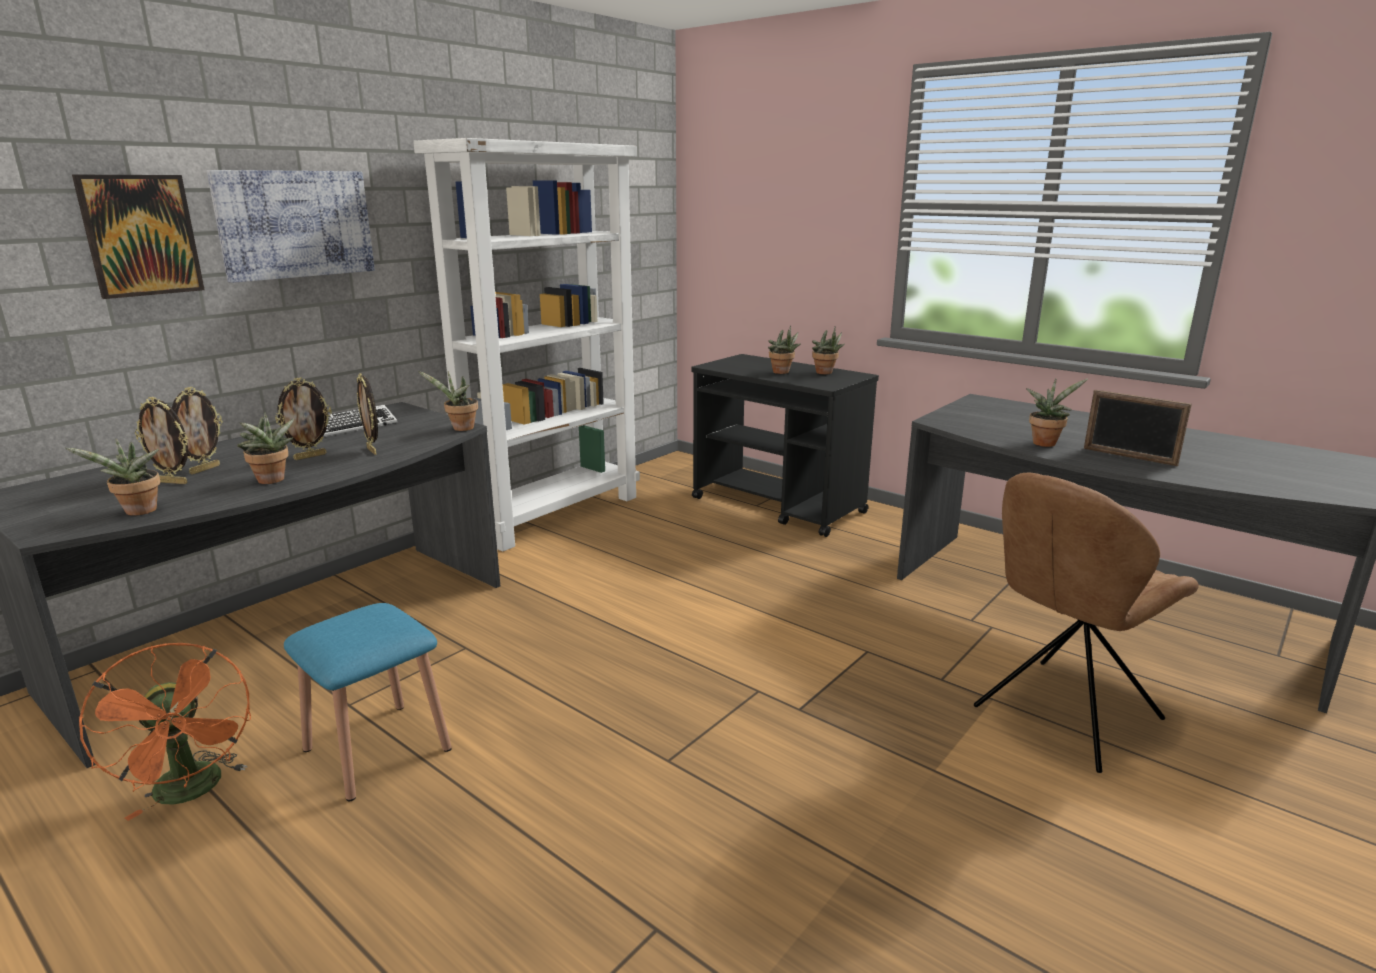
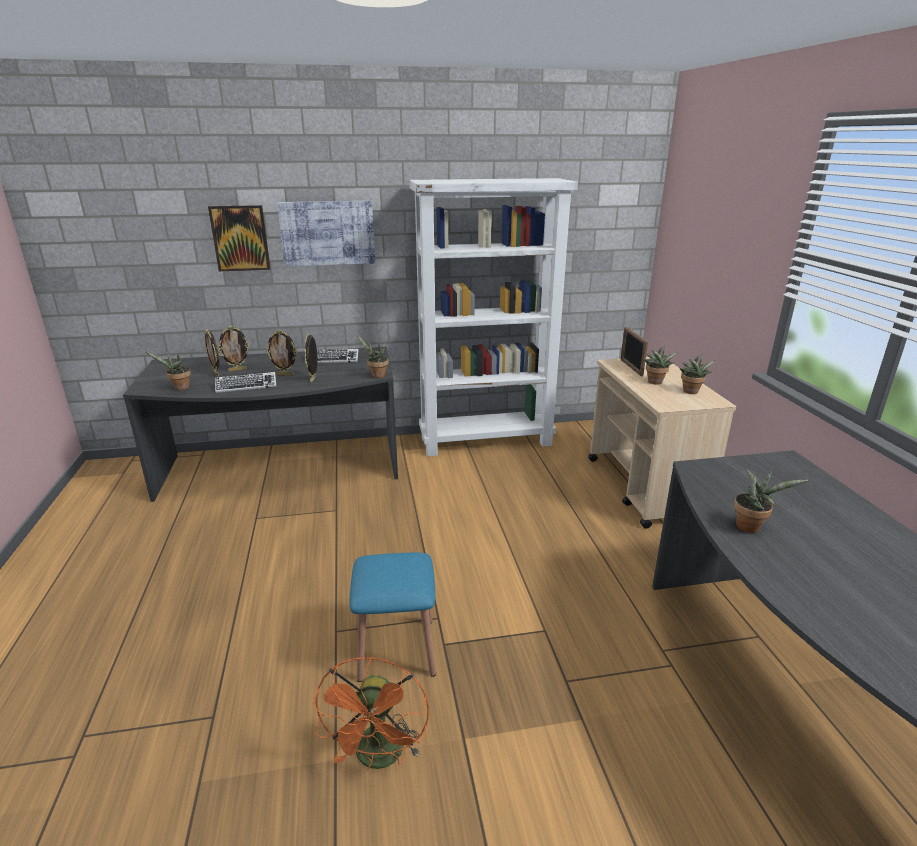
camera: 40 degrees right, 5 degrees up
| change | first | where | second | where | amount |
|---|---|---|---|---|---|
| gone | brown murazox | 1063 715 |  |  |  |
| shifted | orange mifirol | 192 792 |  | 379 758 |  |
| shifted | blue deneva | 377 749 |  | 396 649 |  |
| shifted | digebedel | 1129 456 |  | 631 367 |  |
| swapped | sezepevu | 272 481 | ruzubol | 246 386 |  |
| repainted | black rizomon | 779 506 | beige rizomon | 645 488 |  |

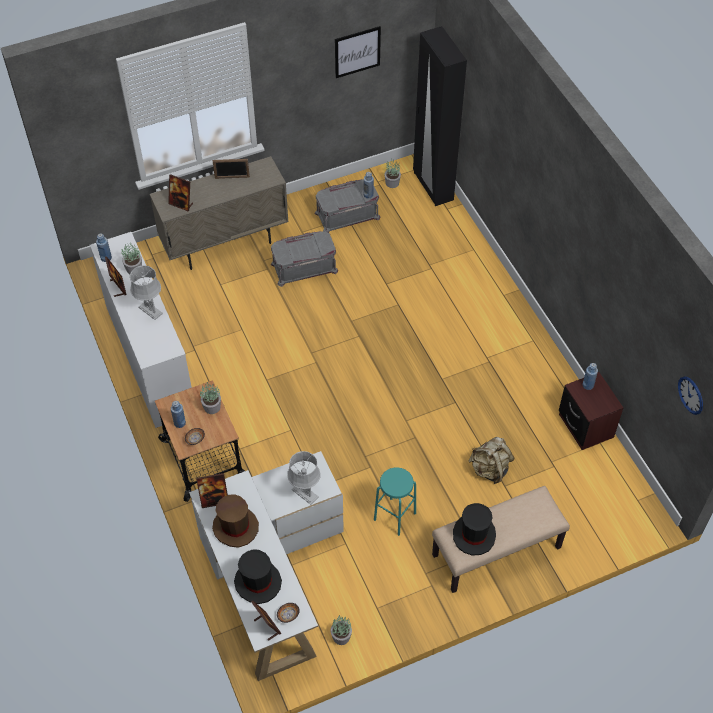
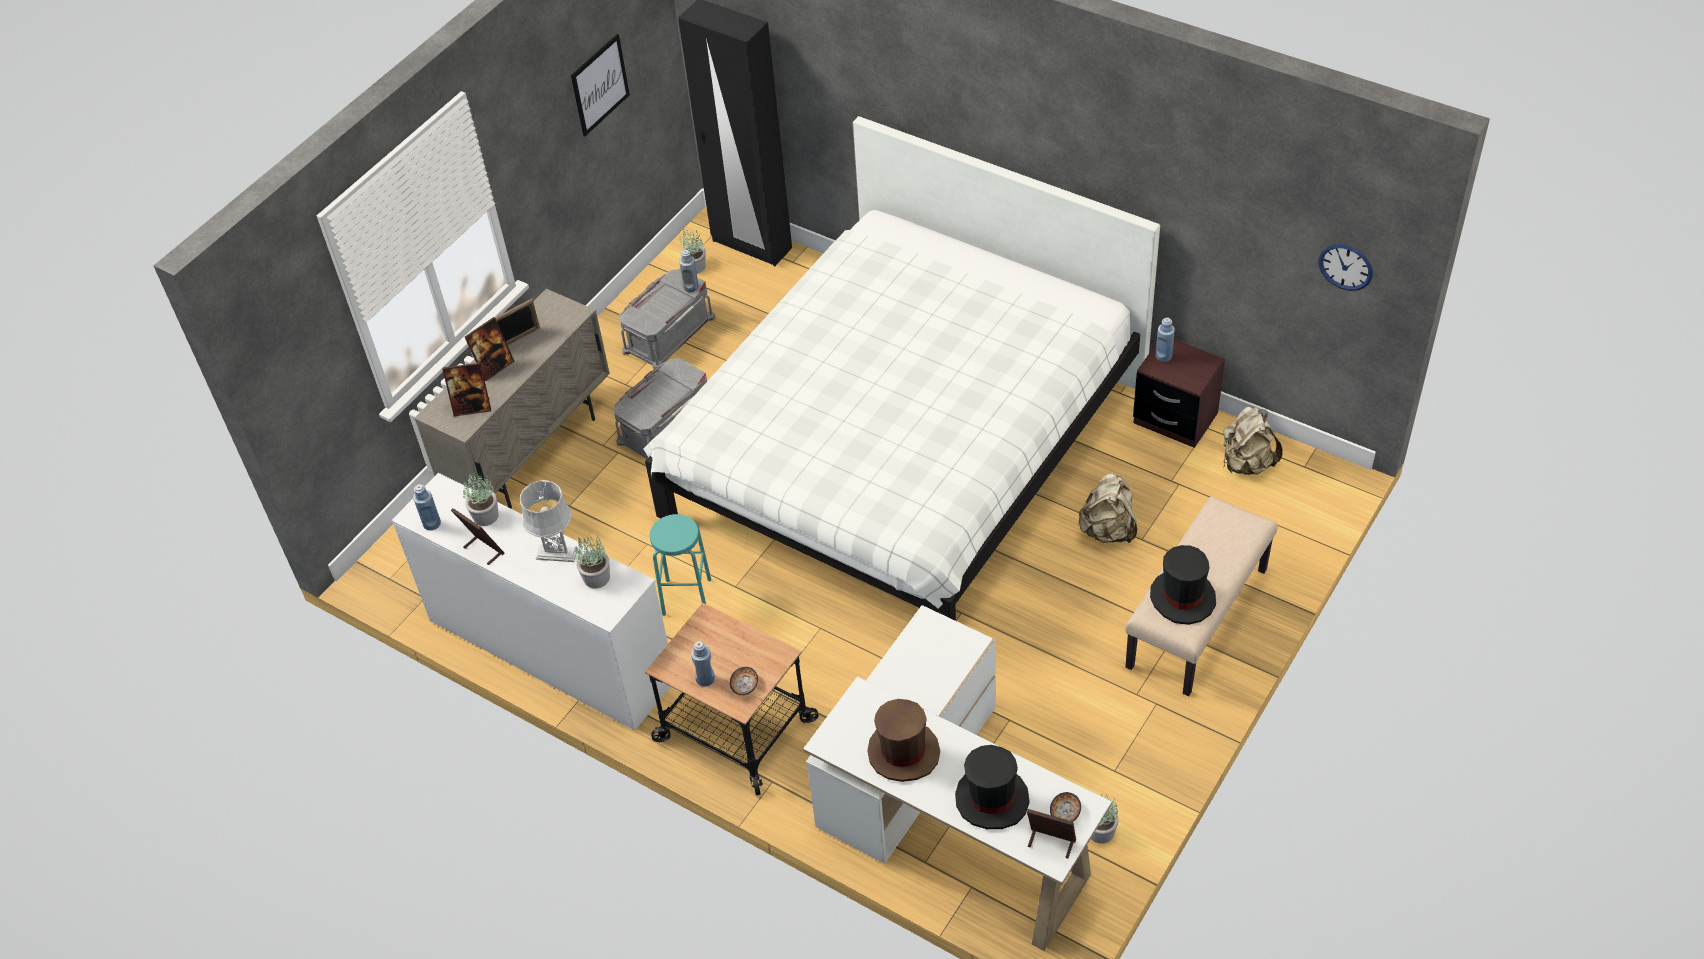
camera: 30 degrees left, 5 degrees down
| change | first | where | second | where | amount |
|---|---|---|---|---|---|
| gone | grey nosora | 305 493 |  |  |  |
| new |  |  | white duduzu | 903 451 |  |
| new |  |  | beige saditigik | 1246 463 |  |
| shifted | digebedel | 214 500 |  | 494 367 |  |
| shifted | sezepevu | 212 407 |  | 597 577 |  |
| shifted | turquoise deneva | 395 516 |  | 687 597 |  |

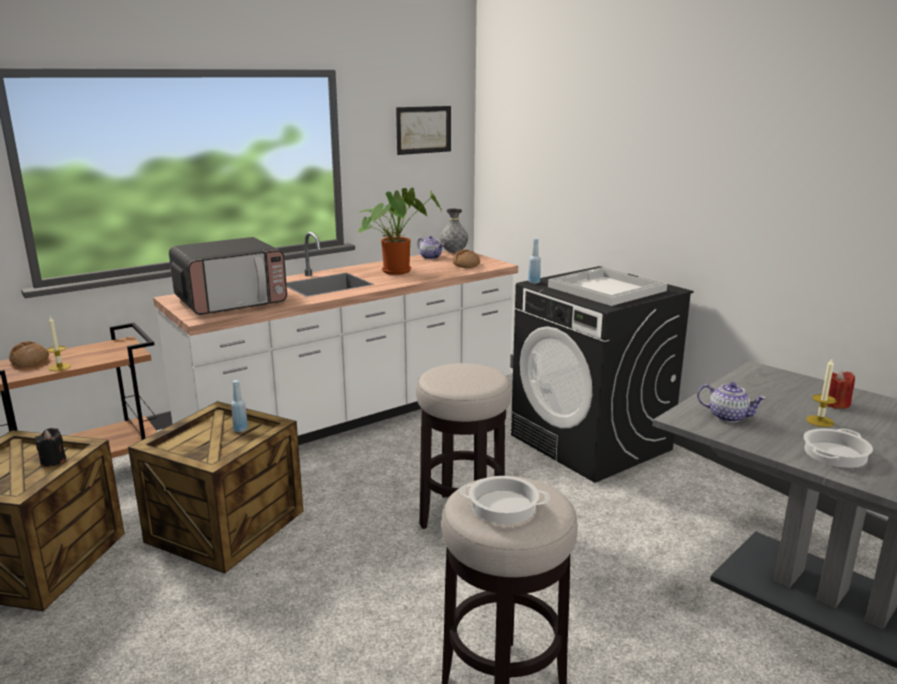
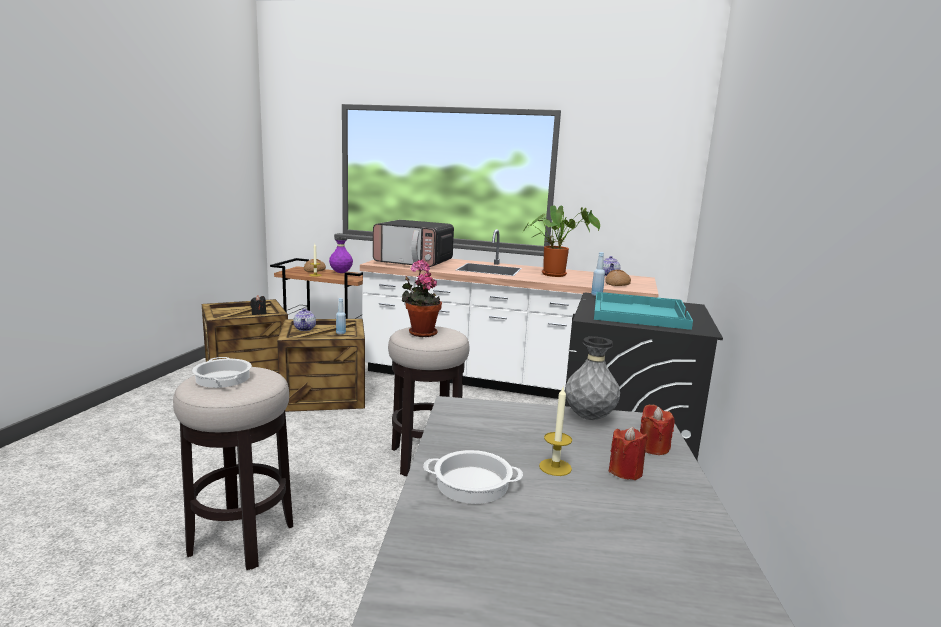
camera: 50 degrees right, 5 degrees down
| change | first | where | second | where | amount |
|---|---|---|---|---|---|
| gone | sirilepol | 423 130 |  |  |  |
| new |  |  | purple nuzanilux | 341 273 |  |
| new |  |  | sezepevu | 420 333 |  |
| new |  |  | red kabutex | 653 447 |  |
| shifted | grey nuzanilux | 454 252 |  | 589 418 |  |
| shifted | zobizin | 728 416 |  | 305 329 |  |
| repainted | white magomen | 605 289 | turquoise magomen | 638 313 |  |

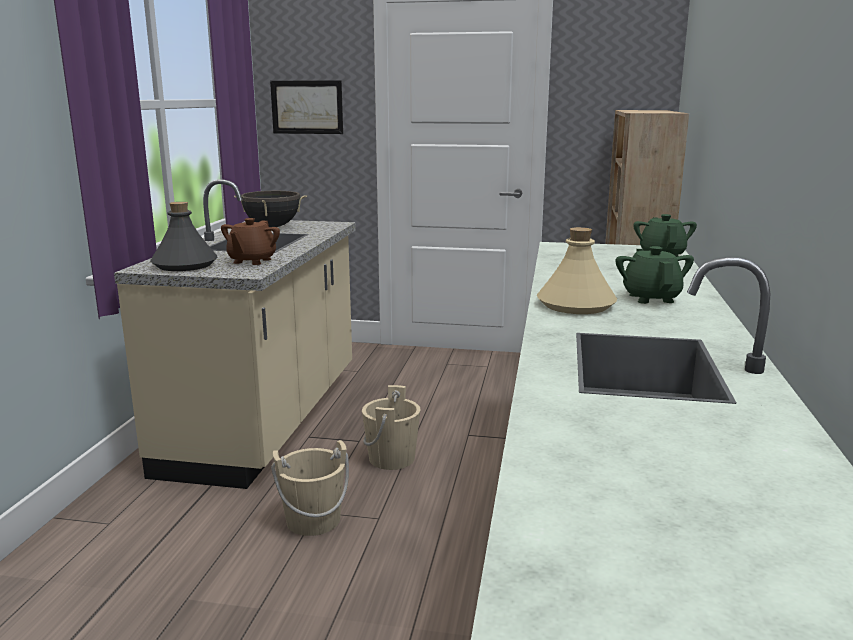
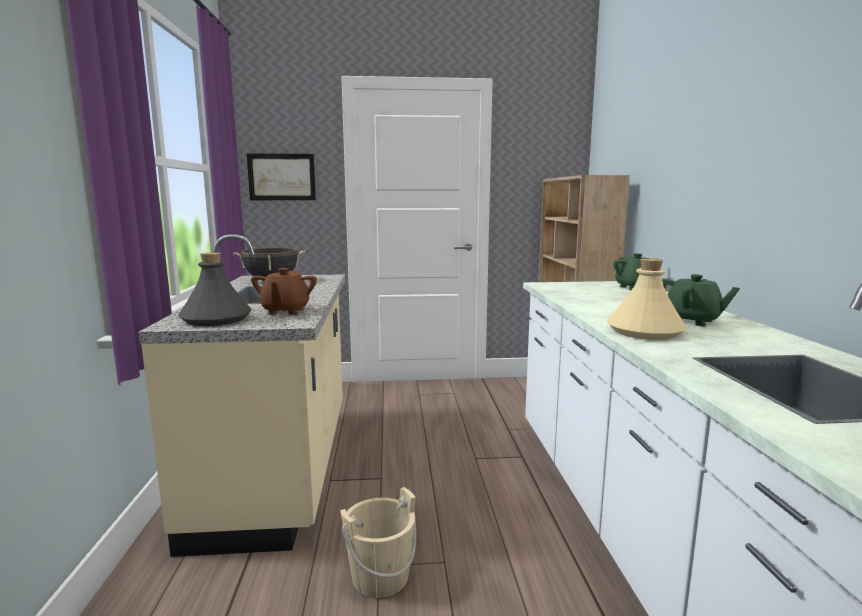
camera: 15 degrees left, 5 degrees down
| change | first | where | second | where | amount |
|---|---|---|---|---|---|
| gone | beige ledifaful | 392 458 |  |  |  |
| rotated | green zobizin | 651 298 |  | 692 321 | 150 degrees clockwise |

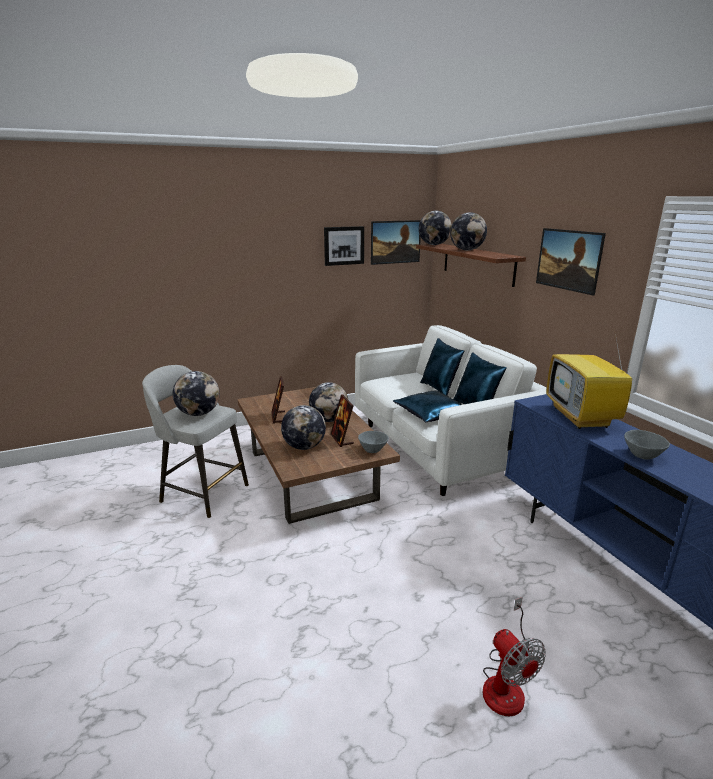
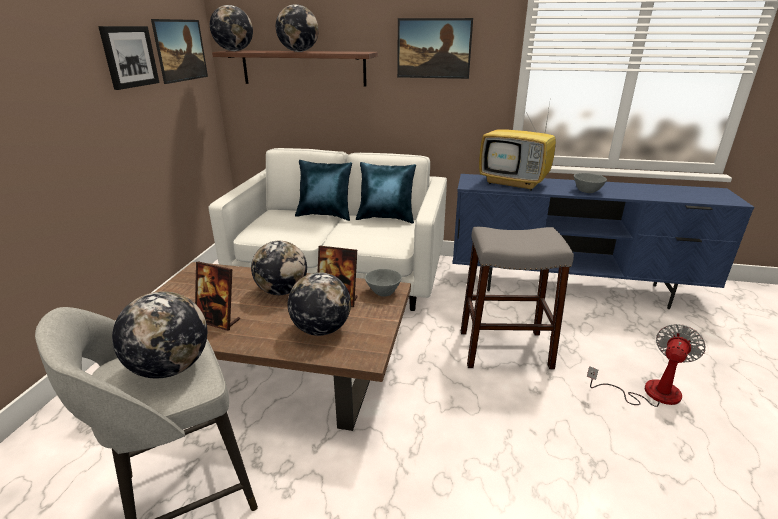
camera: 55 degrees left, 5 degrees up
| change | first | where | second | where | amount |
|---|---|---|---|---|---|
| gone | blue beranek | 431 414 |  |  |  |
| new |  |  | grey deneva | 504 349 |  |
| rotated | mifirol | 506 683 |  | 649 392 | 60 degrees counterclockwise |

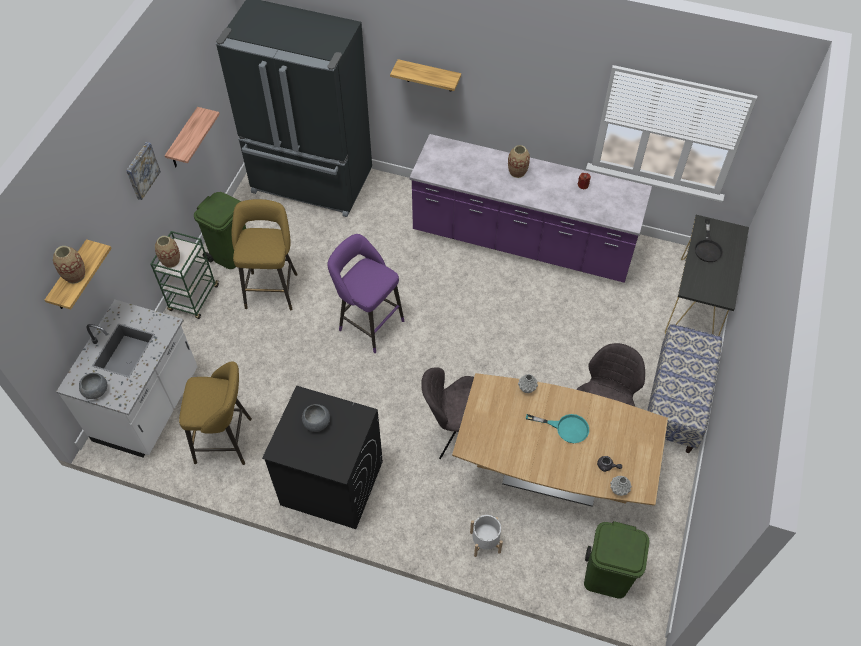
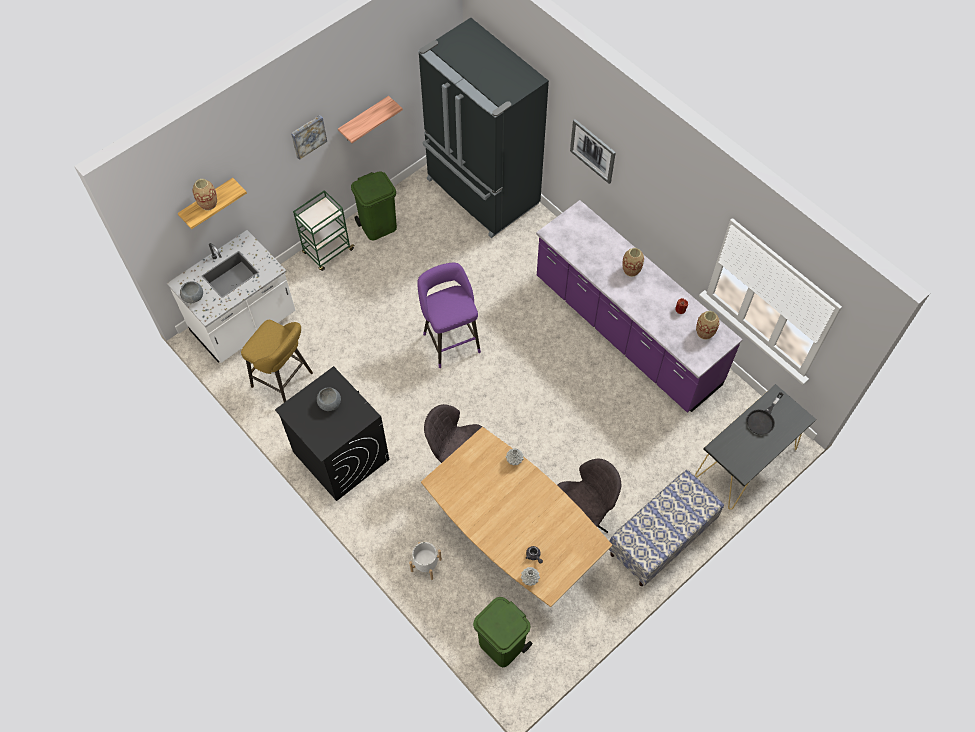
camera: 30 degrees right, 5 degrees up
| change | first | where | second | where | amount |
|---|---|---|---|---|---|
| gone | yellow deneva | 272 288 |  |  |  |
| gone | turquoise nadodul | 566 428 |  |  |  |
| shifted | nuzanilux | 171 261 |  | 704 332 |  |
| swapped | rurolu | 429 76 | sirilepol | 593 151 |  |

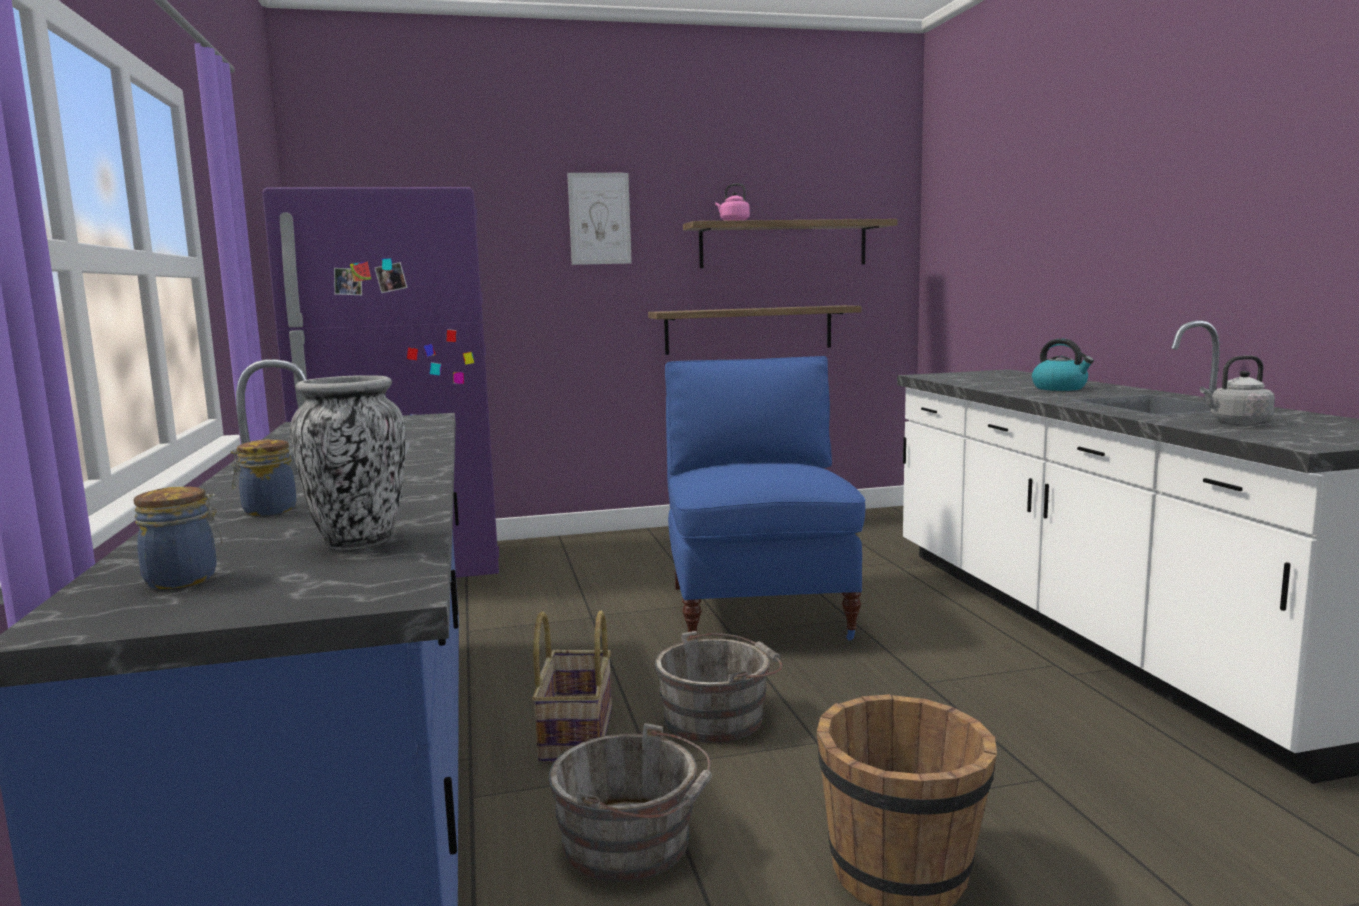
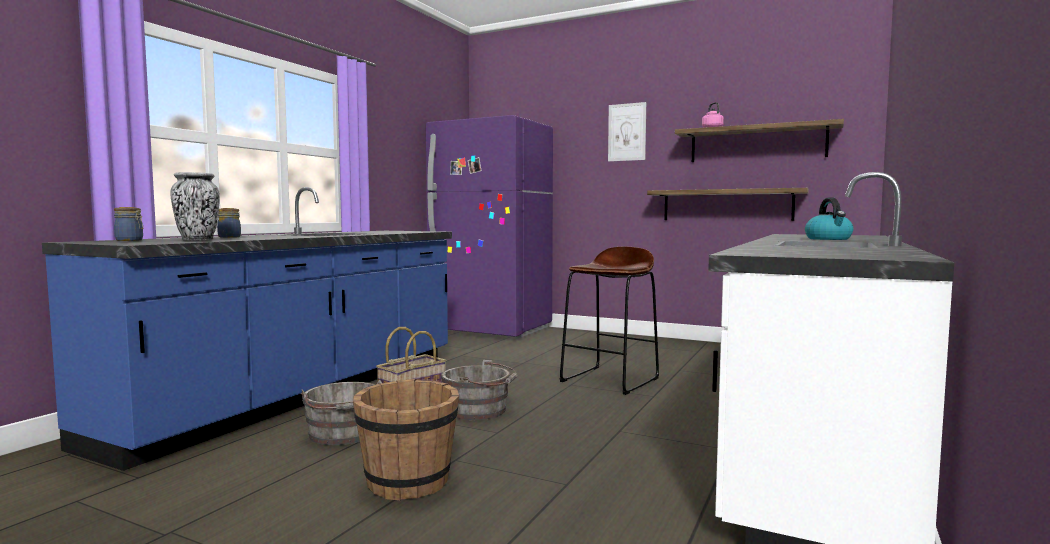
camera: 40 degrees right, 5 degrees down
| change | first | where | second | where | amount |
|---|---|---|---|---|---|
| gone | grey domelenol | 1237 422 |  |  |  |
| swapped | blue murazox | 758 611 | brown deneva | 610 380 |  |

